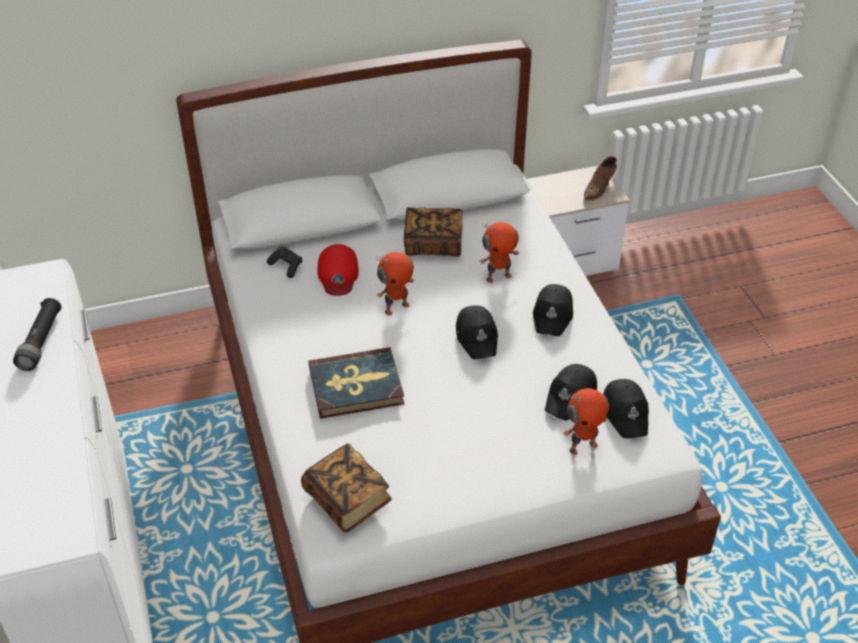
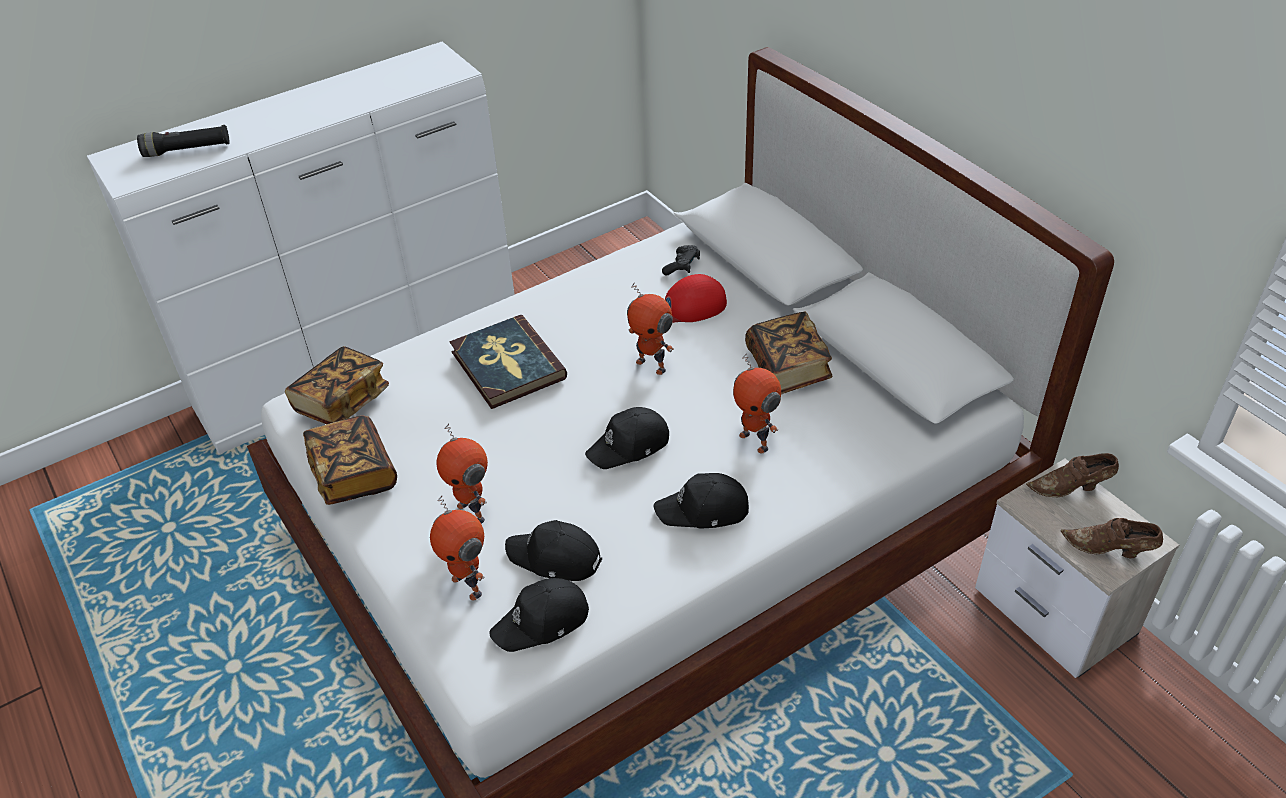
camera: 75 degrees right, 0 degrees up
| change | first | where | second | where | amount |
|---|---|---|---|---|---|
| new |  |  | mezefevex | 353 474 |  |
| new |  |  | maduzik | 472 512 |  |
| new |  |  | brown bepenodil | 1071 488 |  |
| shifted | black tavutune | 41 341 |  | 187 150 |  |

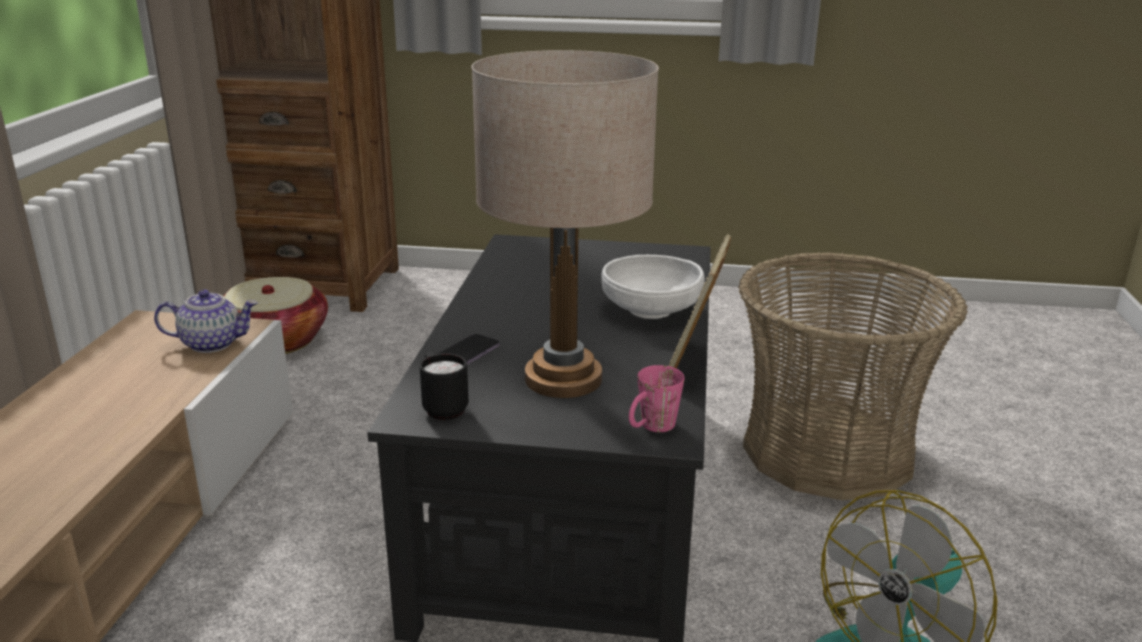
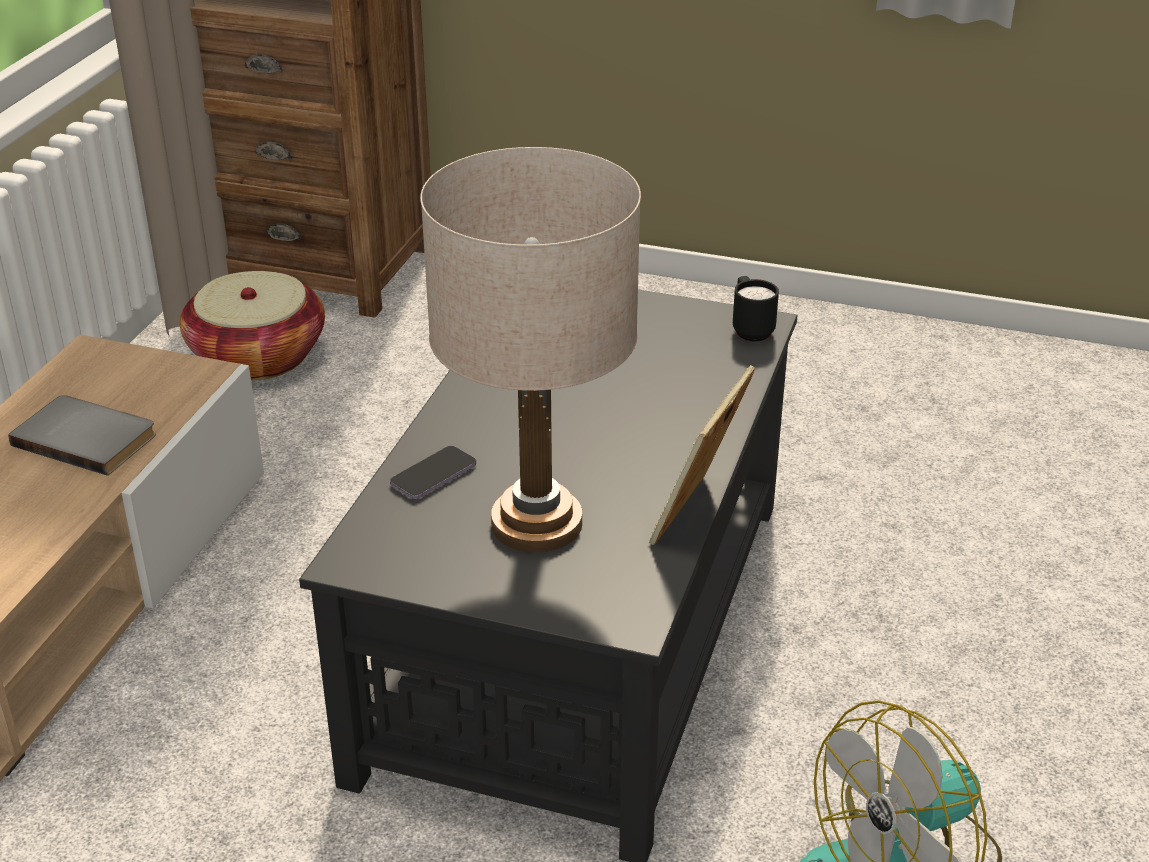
camera: 10 degrees right, 10 degrees up
| change | first | where | second | where | amount |
|---|---|---|---|---|---|
| gone | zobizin | 212 343 |  |  |  |
| gone | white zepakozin | 651 310 |  |  |  |
| gone | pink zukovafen | 651 428 |  |  |  |
| gone | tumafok | 827 451 |  |  |  |
| new |  |  | grey mezefevex | 88 437 |  |
| shifted | black zukovafen | 442 407 |  | 750 329 |  |

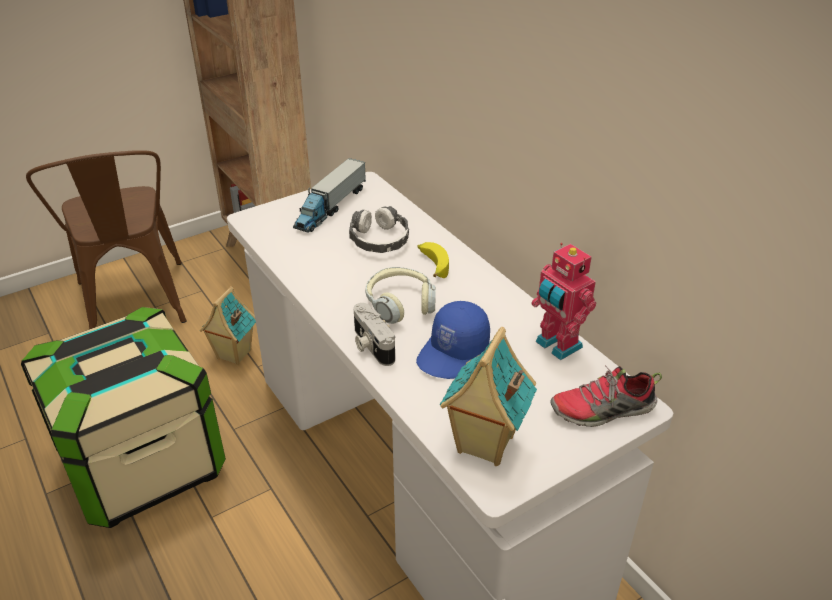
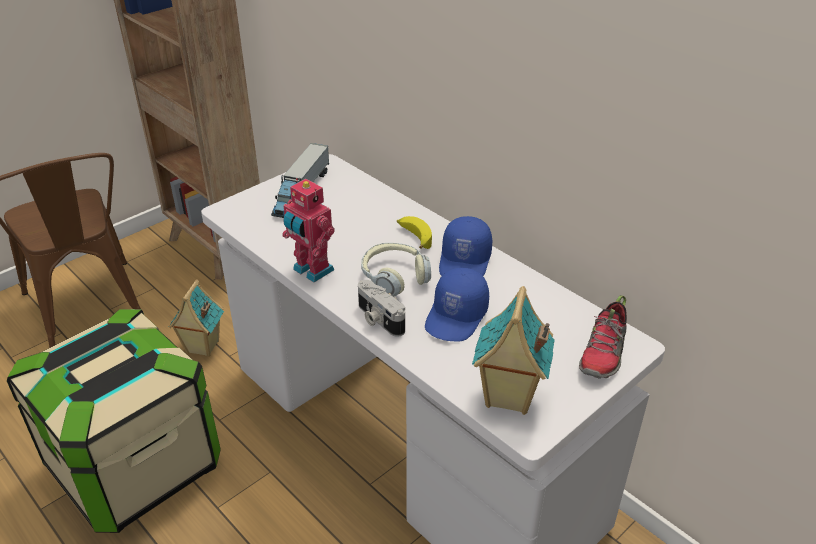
camera: 10 degrees left, 0 degrees up
| change | first | where | second | where | amount |
|---|---|---|---|---|---|
| gone | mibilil | 379 239 |  |  |  |
| new |  |  | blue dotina | 465 262 |  |
| shifted | maduzik | 556 346 |  | 311 271 |  |
| rotated | bepenodil | 602 411 |  | 604 353 | 45 degrees counterclockwise |

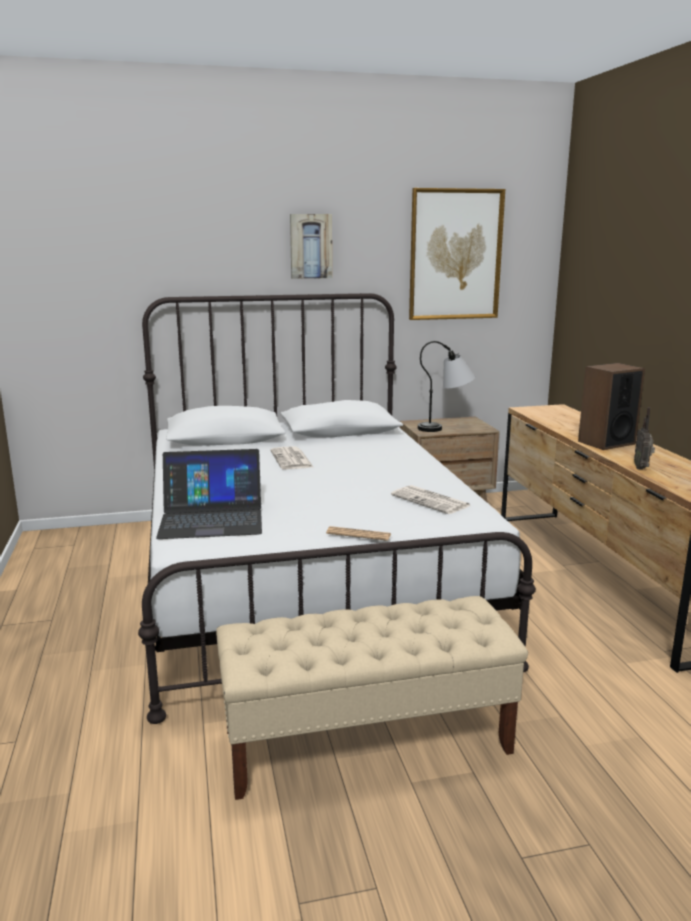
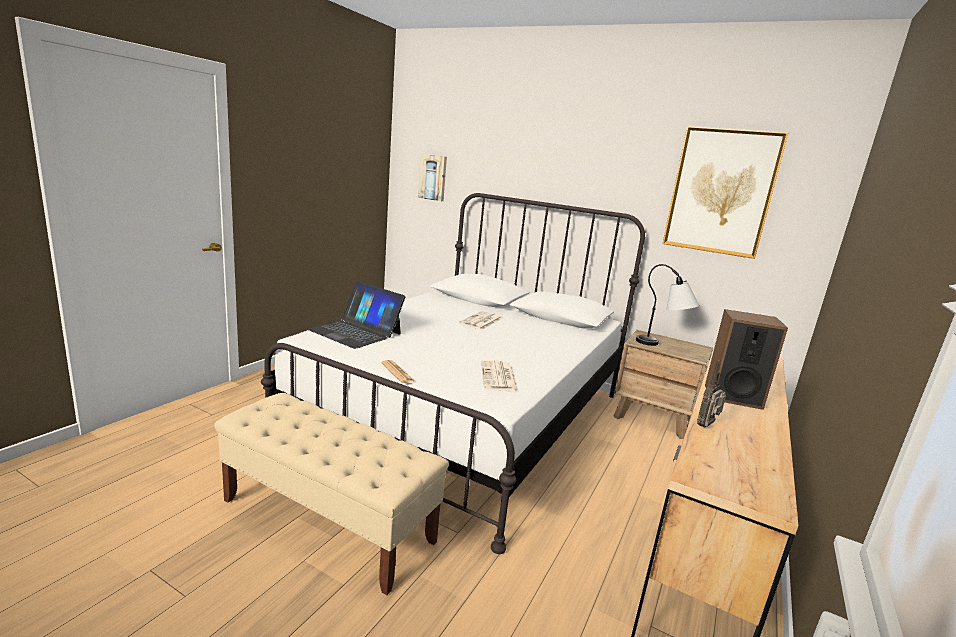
camera: 40 degrees right, 0 degrees up
| change | first | where | second | where | amount |
|---|---|---|---|---|---|
| shifted | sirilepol | 310 246 |  | 433 177 |  |

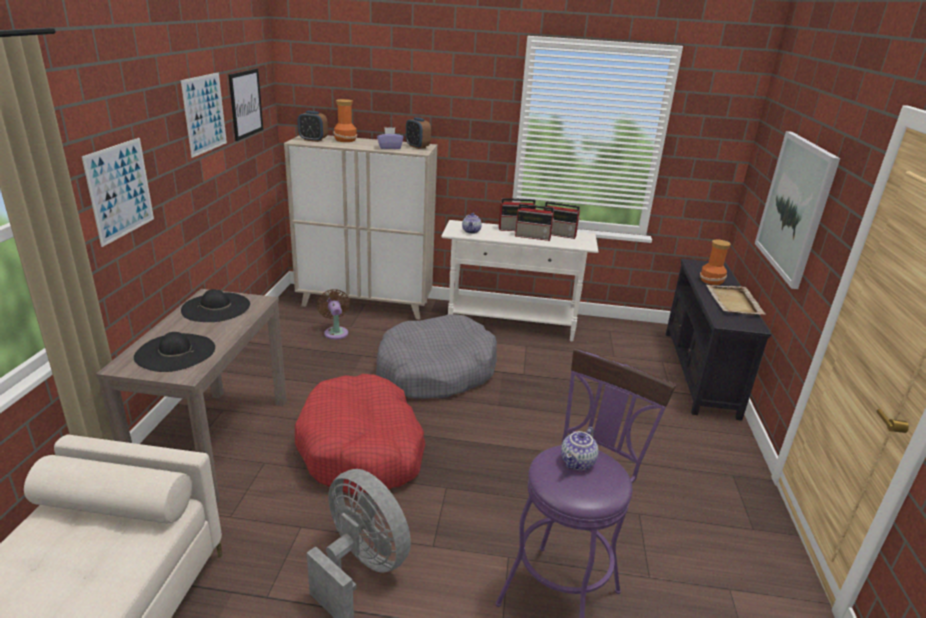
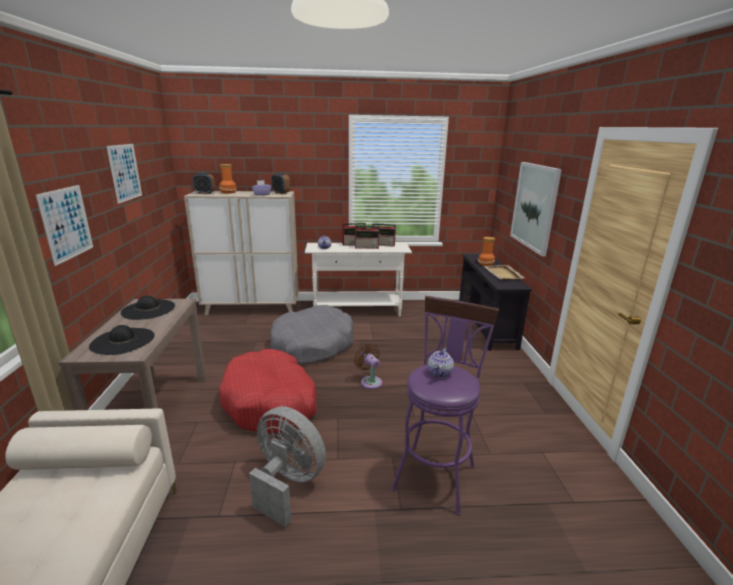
camera: 10 degrees left, 5 degrees down
| change | first | where | second | where | amount |
|---|---|---|---|---|---|
| gone | sirilepol | 246 103 |  |  |  |
| shifted | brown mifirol | 335 332 |  | 370 381 |  |

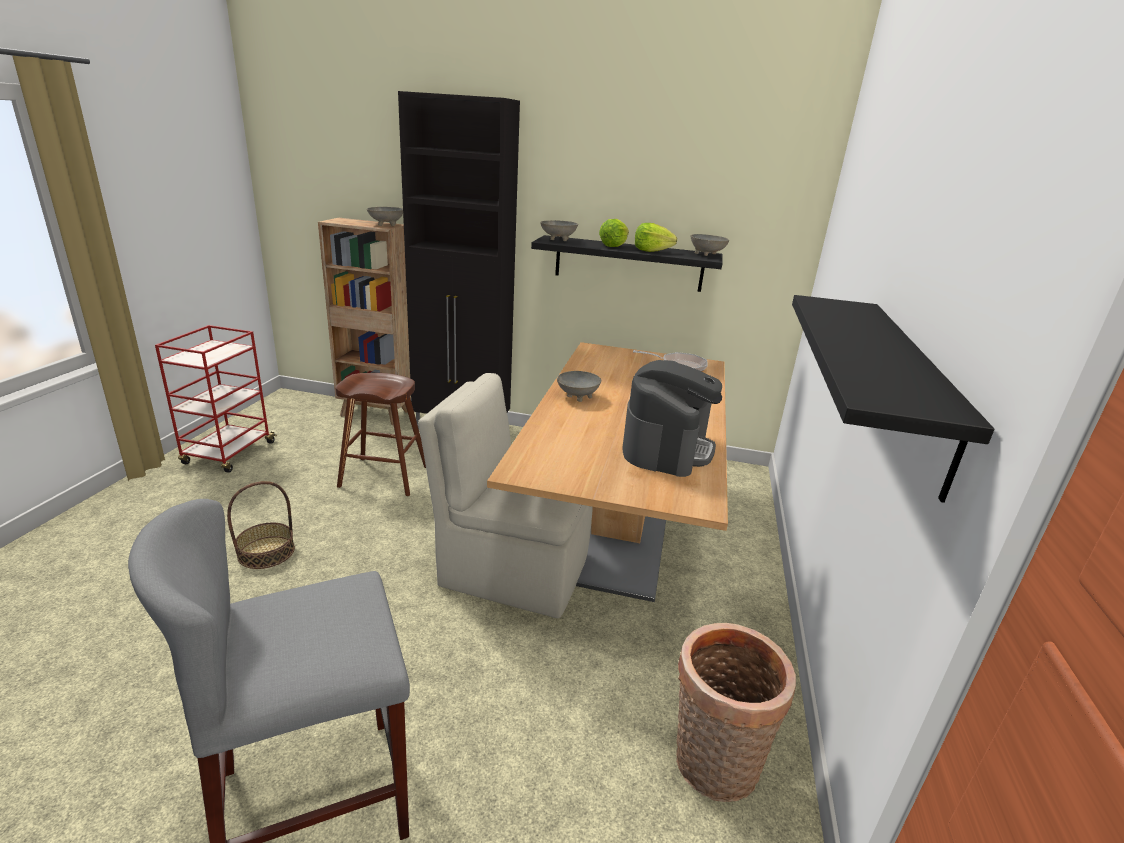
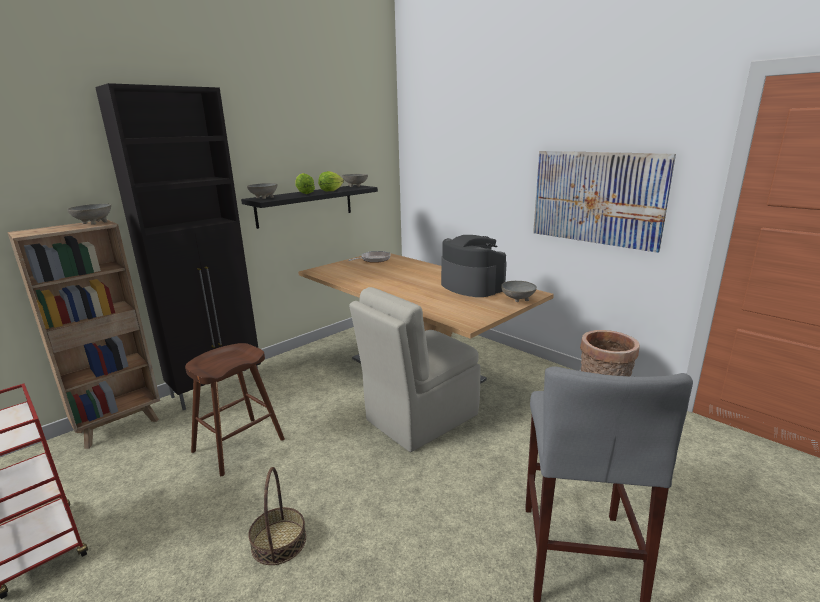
camera: 55 degrees left, 5 degrees down
| change | first | where | second | where | amount |
|---|---|---|---|---|---|
| shifted | grey zepakozin | 577 396 |  | 517 299 |  |
| swapped | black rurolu | 907 387 | sirilepol | 596 198 |  |

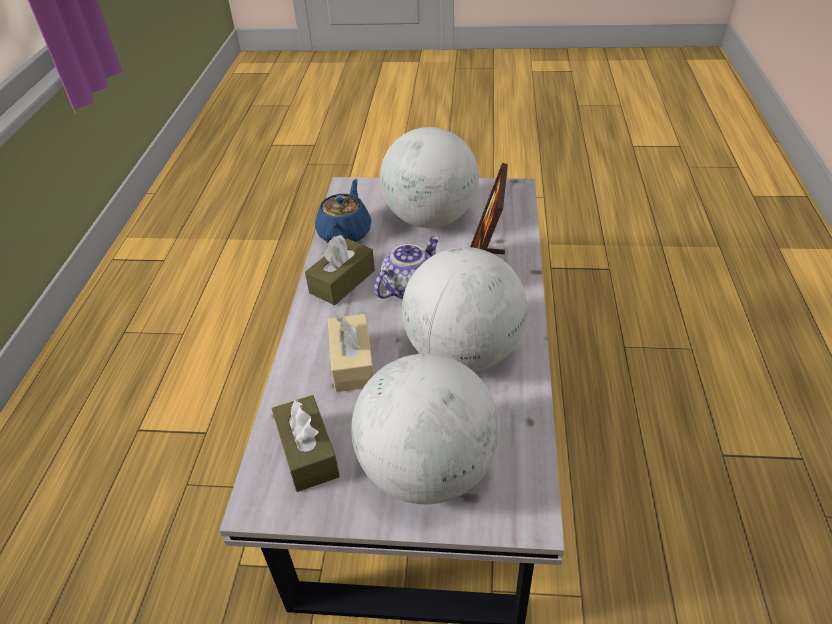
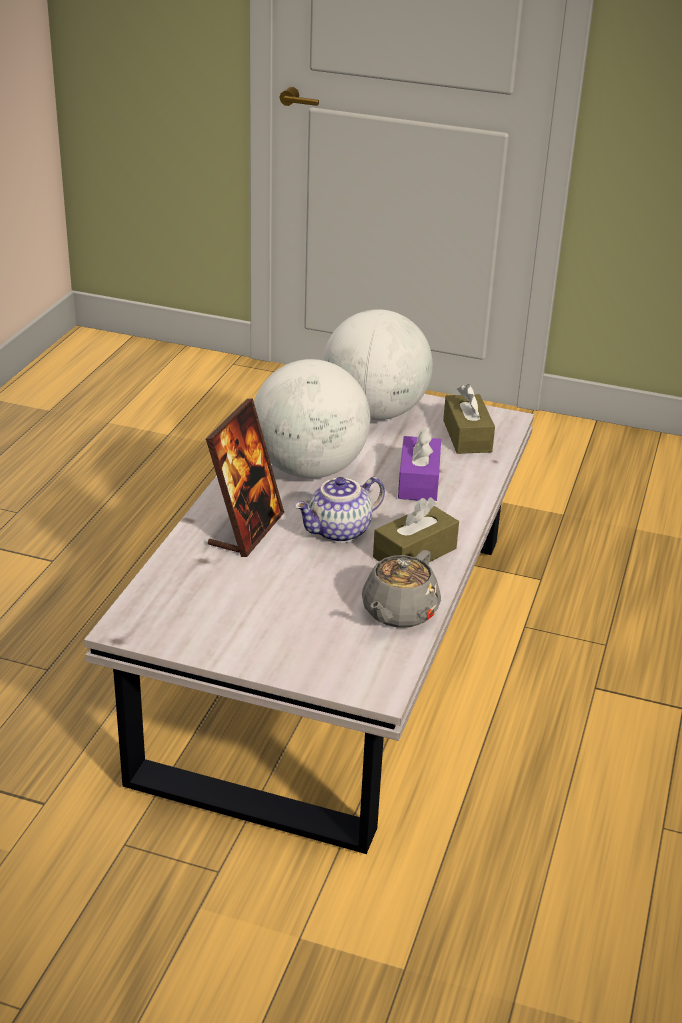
camera: 170 degrees left, 10 degrees down
| change | first | where | second | where | amount |
|---|---|---|---|---|---|
| gone | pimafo | 430 218 |  |  |  |
| repainted | blue zobizin | 345 233 | grey zobizin | 398 612 |  |
| repainted | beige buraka | 352 363 | purple buraka | 418 481 |  |

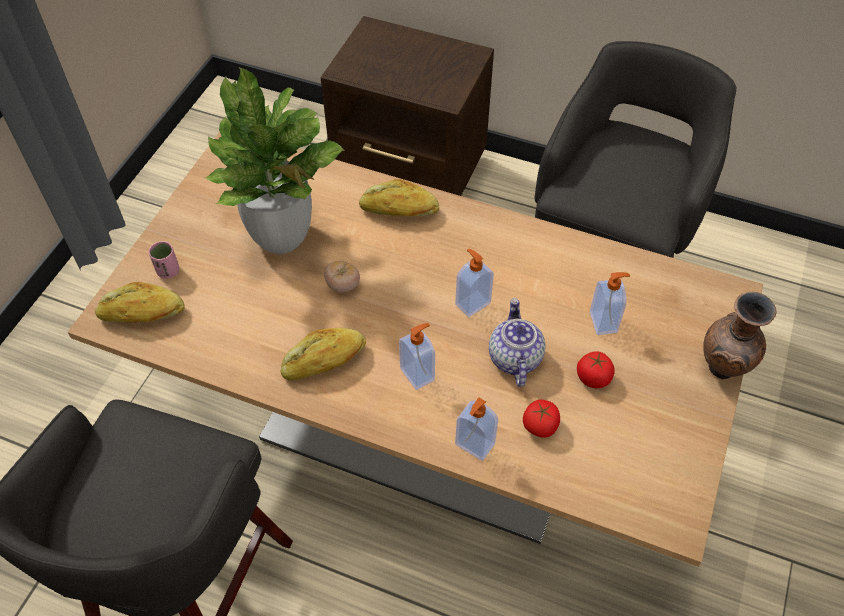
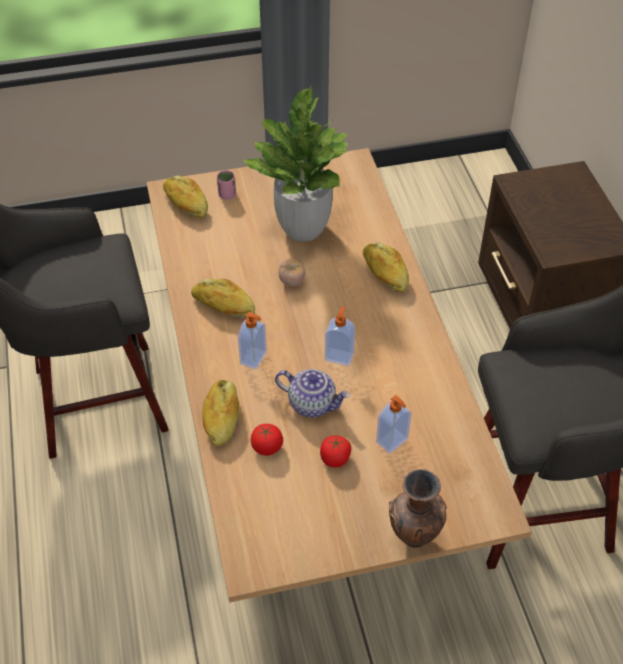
camera: 55 degrees right, 5 degrees down
| change | first | where | second | where | amount |
|---|---|---|---|---|---|
| swapped | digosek | 474 445 | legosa | 222 418 |  |
| rotated | zobizin | 514 357 |  | 312 403 | 60 degrees clockwise |

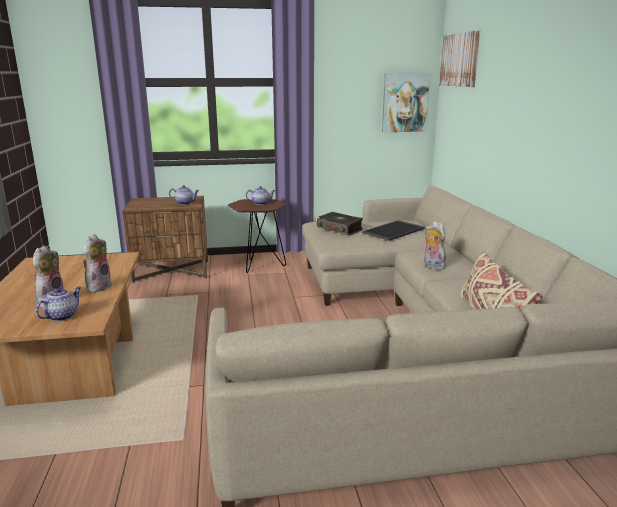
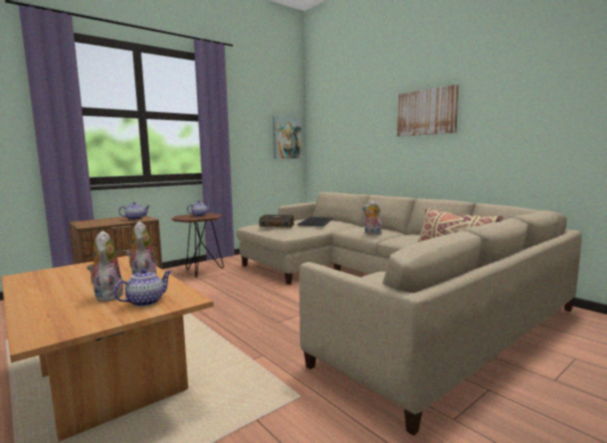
camera: 30 degrees left, 10 degrees down
| change | first | where | second | where | amount |
|---|---|---|---|---|---|
| shifted | sirilepol | 460 60 |  | 426 112 |  |
| rotated | zobizin | 62 316 |  | 146 302 | 45 degrees clockwise |

